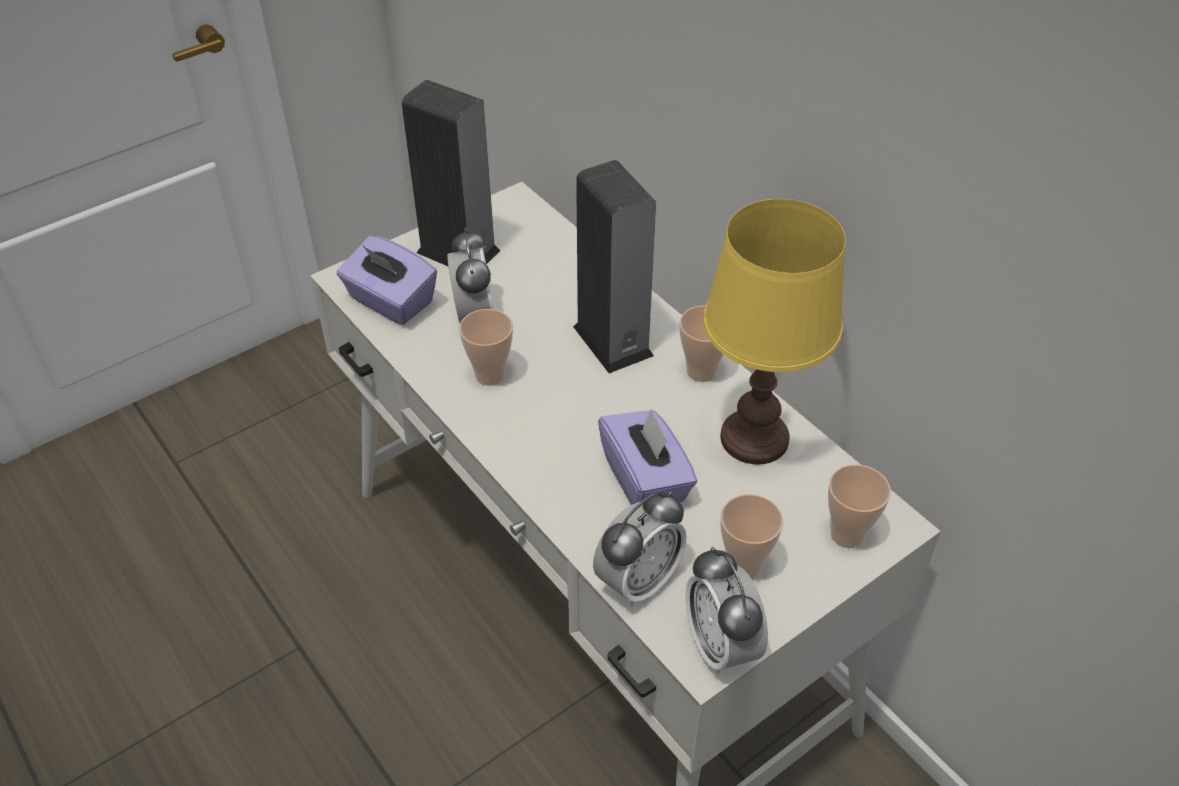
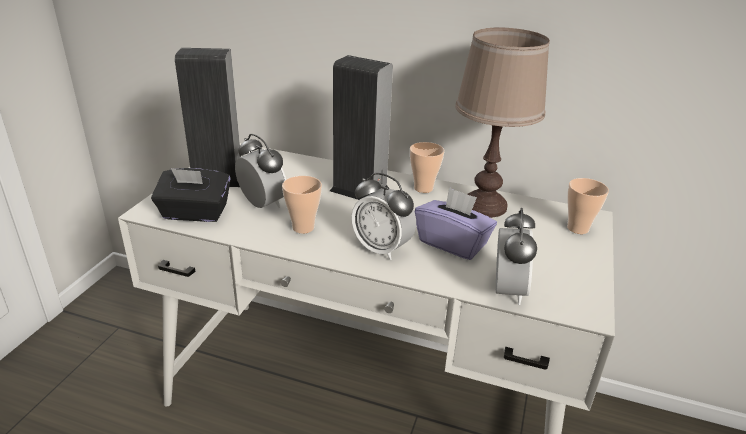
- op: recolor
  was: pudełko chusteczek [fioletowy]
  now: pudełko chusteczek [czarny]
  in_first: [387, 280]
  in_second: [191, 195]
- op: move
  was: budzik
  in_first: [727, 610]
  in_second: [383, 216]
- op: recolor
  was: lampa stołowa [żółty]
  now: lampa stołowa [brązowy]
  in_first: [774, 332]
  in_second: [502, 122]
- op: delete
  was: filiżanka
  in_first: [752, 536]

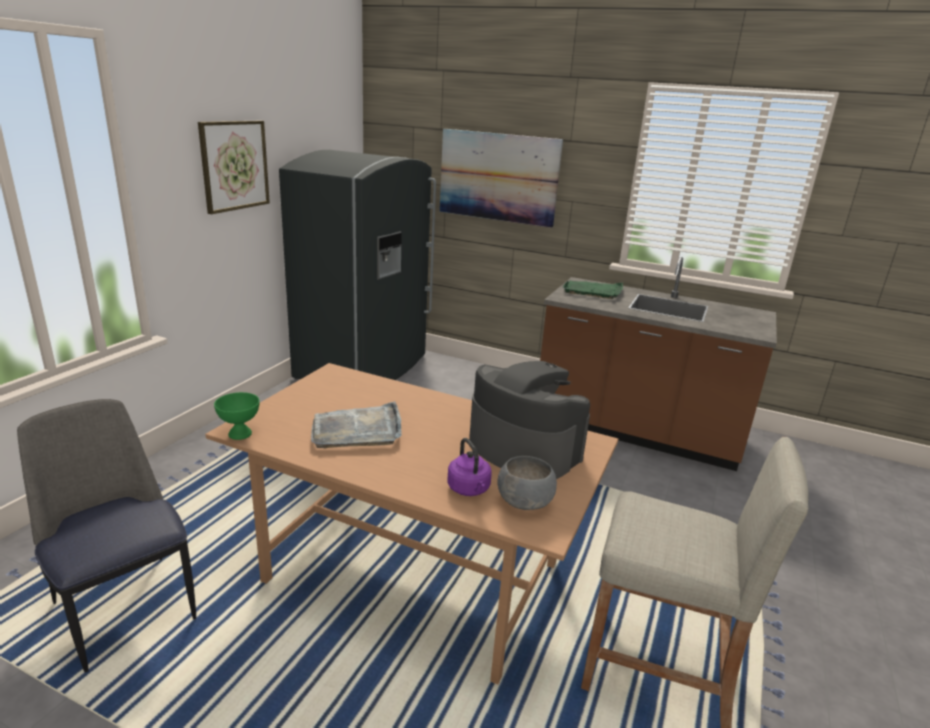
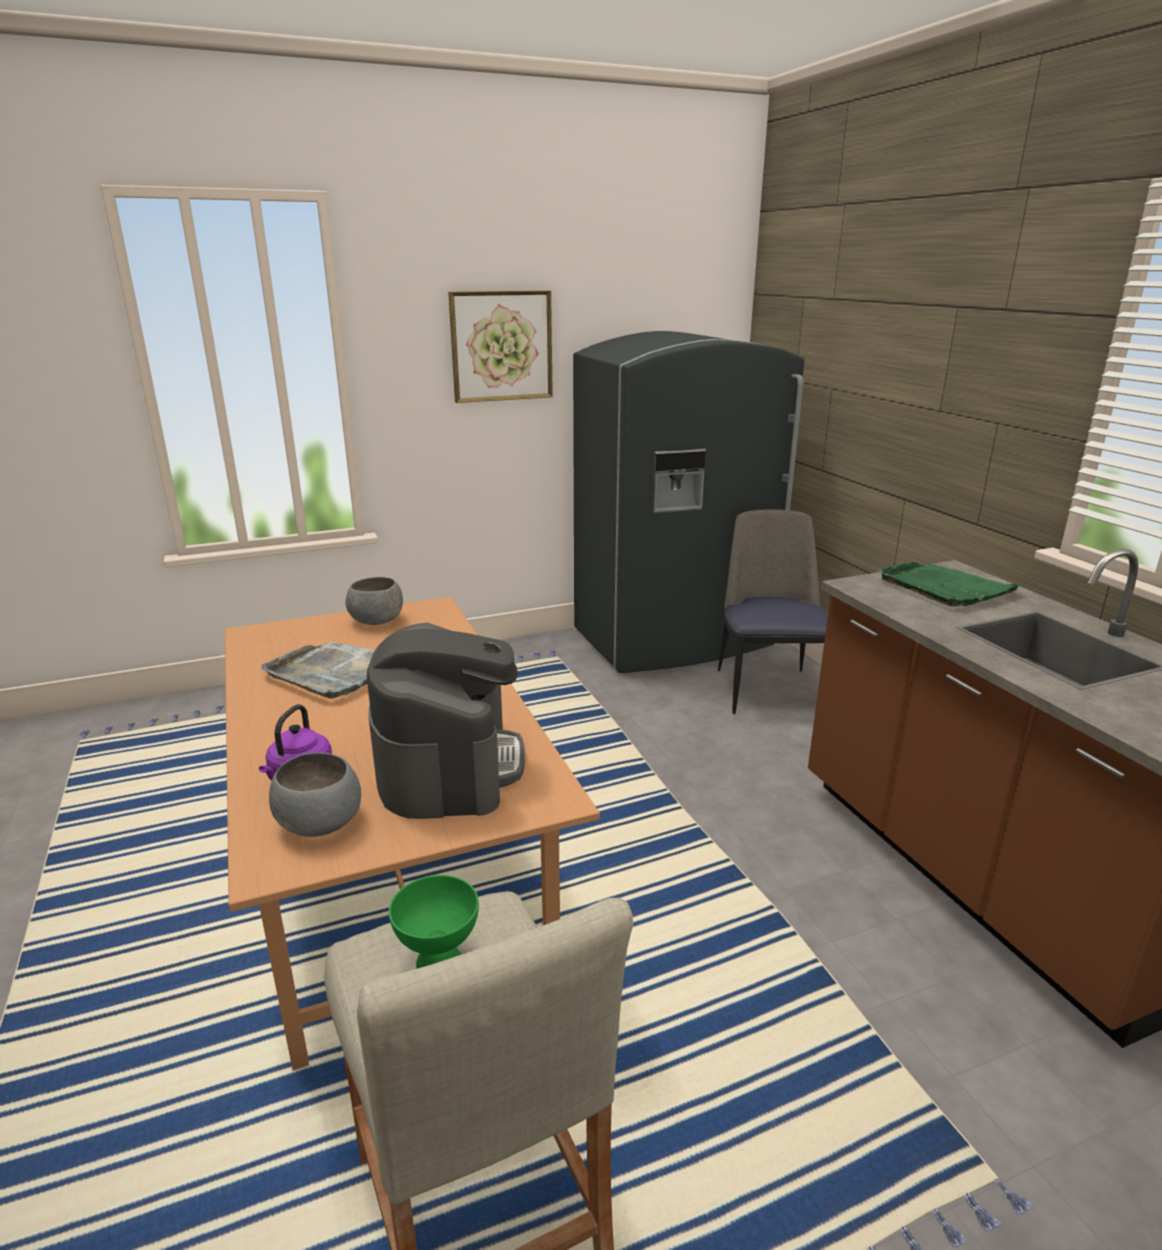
- op: move
  was: krzesło
  in_first: [106, 536]
  in_second: [773, 612]
- op: move
  was: miska [zielony]
  in_first: [237, 416]
  in_second: [434, 922]
- op: delete
  was: obraz
  in_first: [501, 178]
- op: insert
  now: miska [szary]
  in_second: [374, 601]

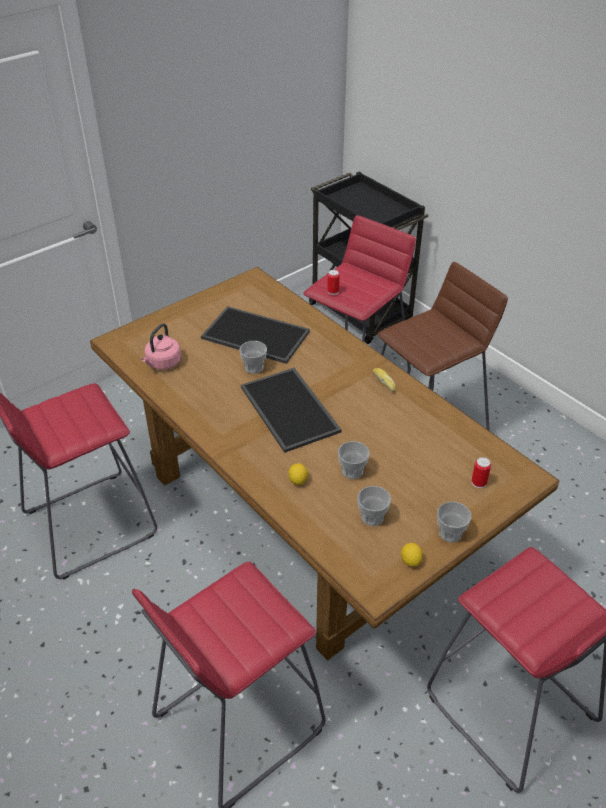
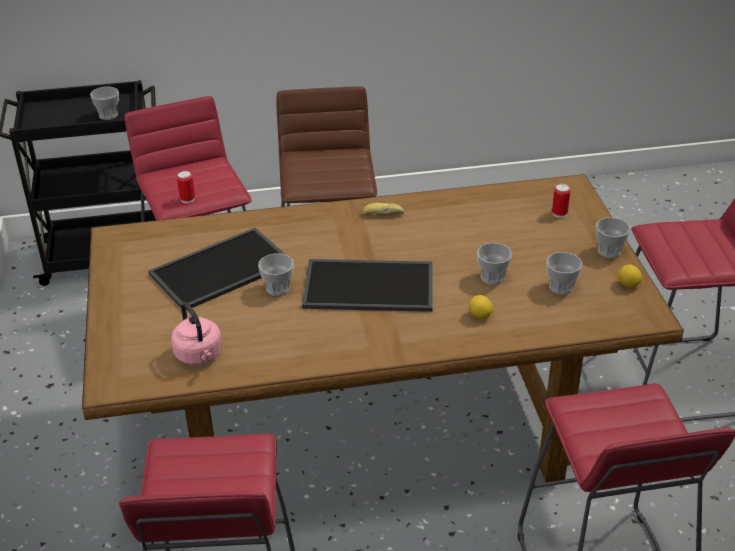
- op: insert
  now: filiżanka
  in_second: [104, 103]

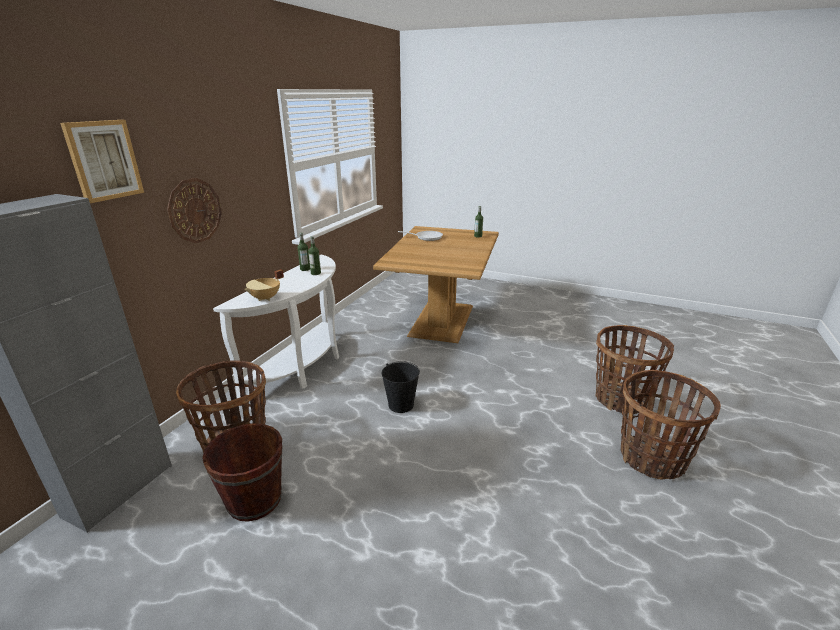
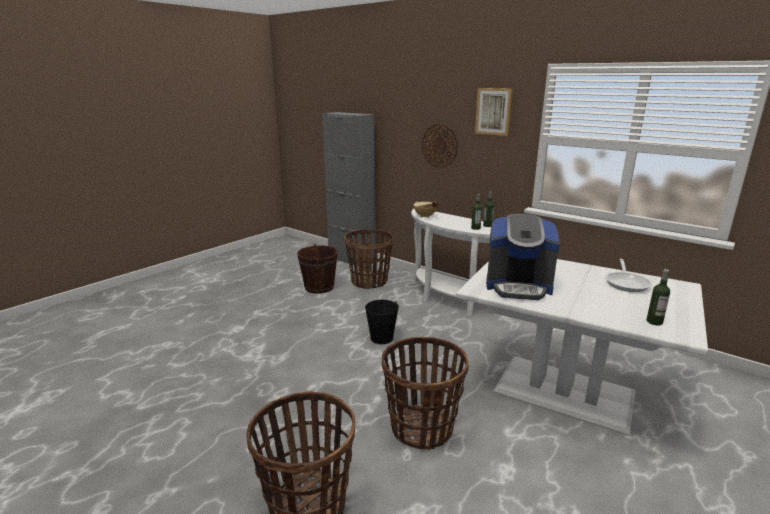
- op: move
  was: obraz
  in_first: [102, 161]
  in_second: [494, 112]
- op: recolor
  was: stół jadalny [brązowy]
  now: stół jadalny [biały]
  in_first: [436, 284]
  in_second: [582, 347]
- op: move
  was: koszyk
  in_first: [671, 425]
  in_second: [425, 393]
- op: insert
  now: ekspres do kawy
  in_second: [523, 257]

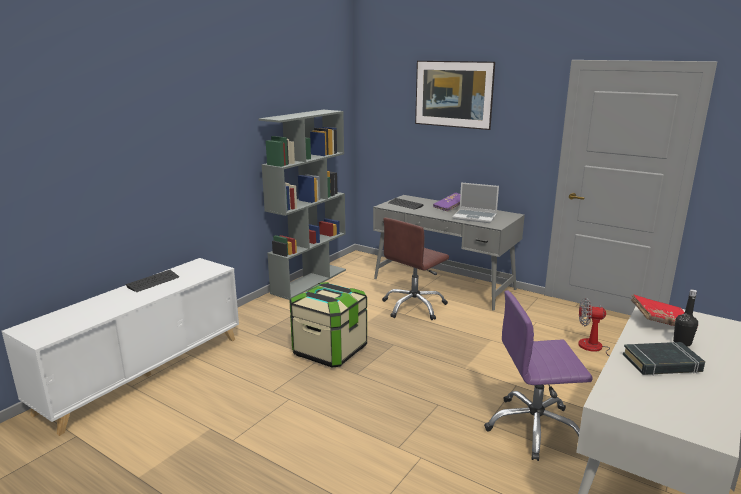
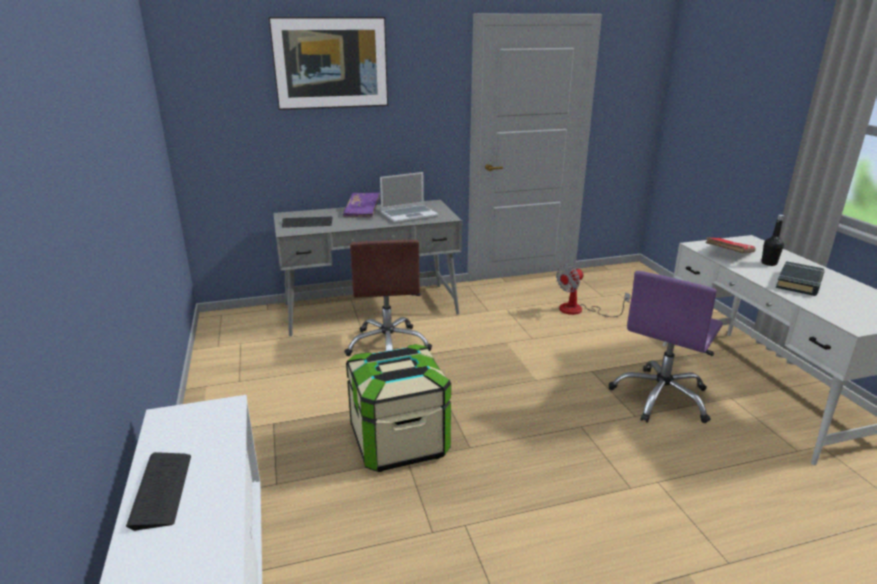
- op: delete
  was: regał [szary]
  in_first: [302, 205]

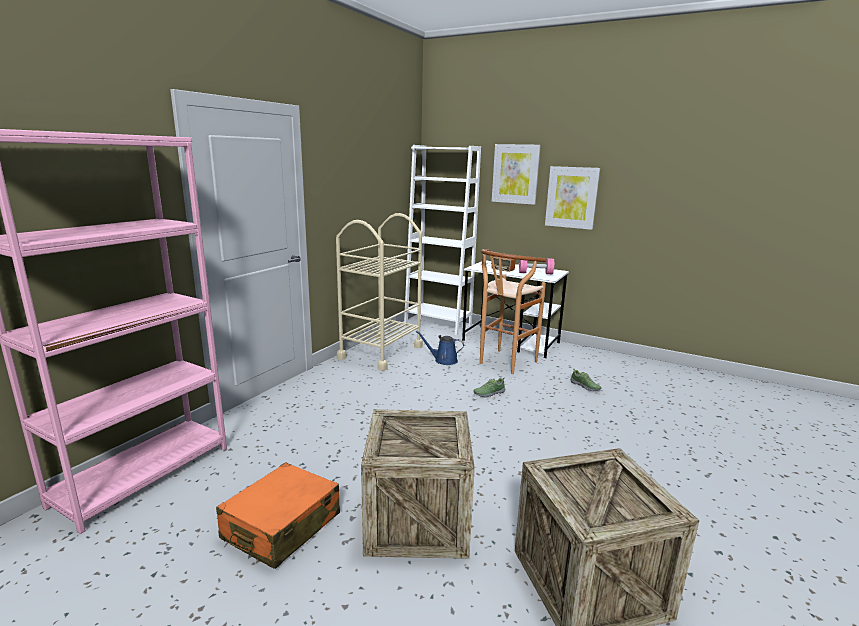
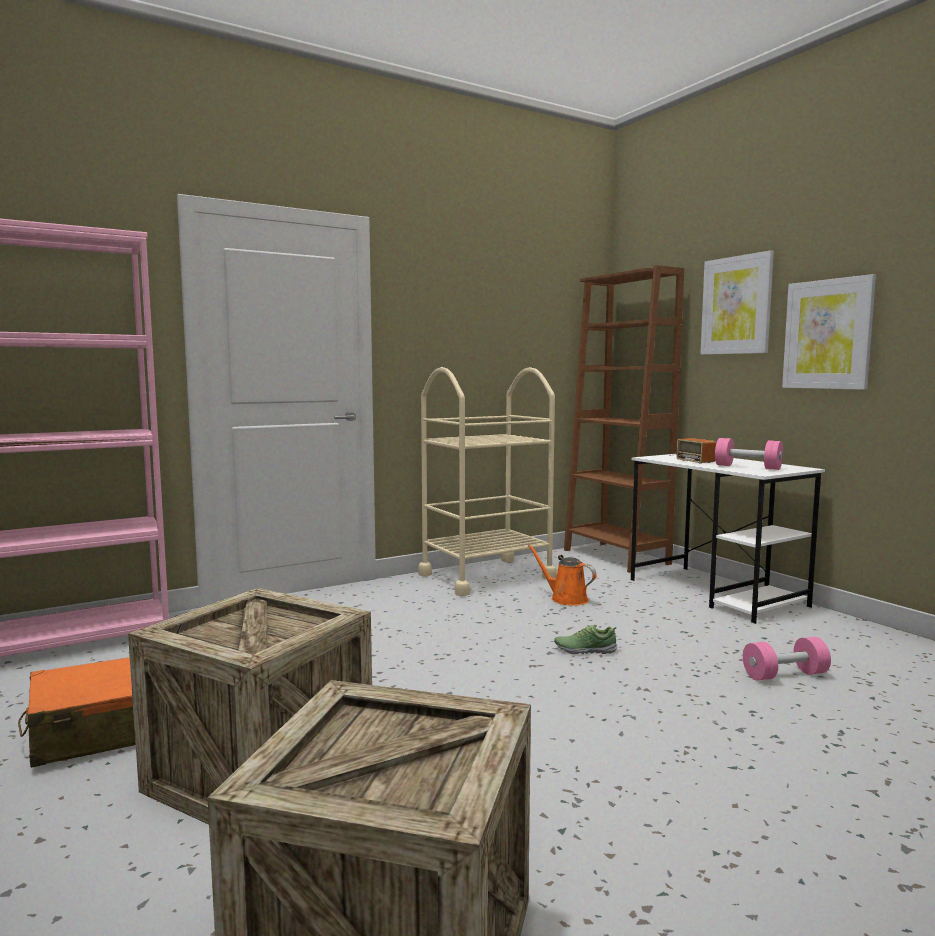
- op: recolor
  was: regał [biały]
  now: regał [brązowy]
  in_first: [442, 240]
  in_second: [624, 419]
- op: recolor
  was: konewka [niebieski]
  now: konewka [pomarańczowy]
  in_first: [440, 348]
  in_second: [562, 575]
- op: delete
  was: stołek [brązowy]
  in_first: [513, 311]
- op: replace
  was: but
  now: hantel [różowy]
  in_first: [585, 380]
  in_second: [787, 658]

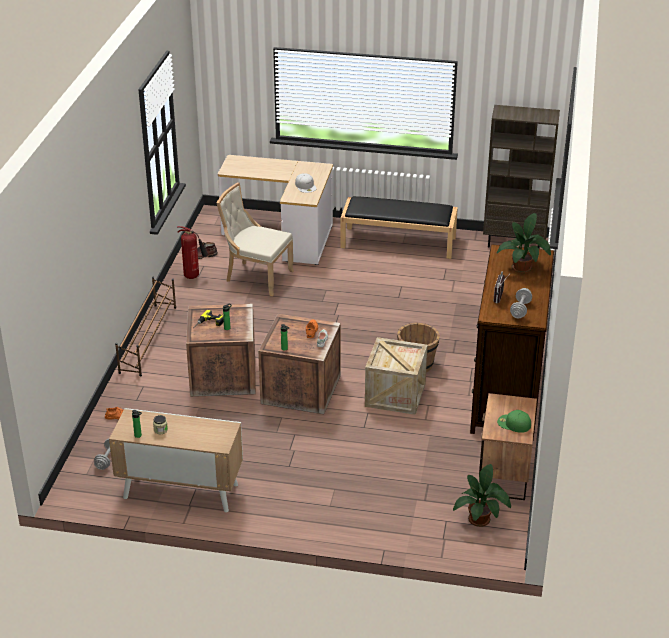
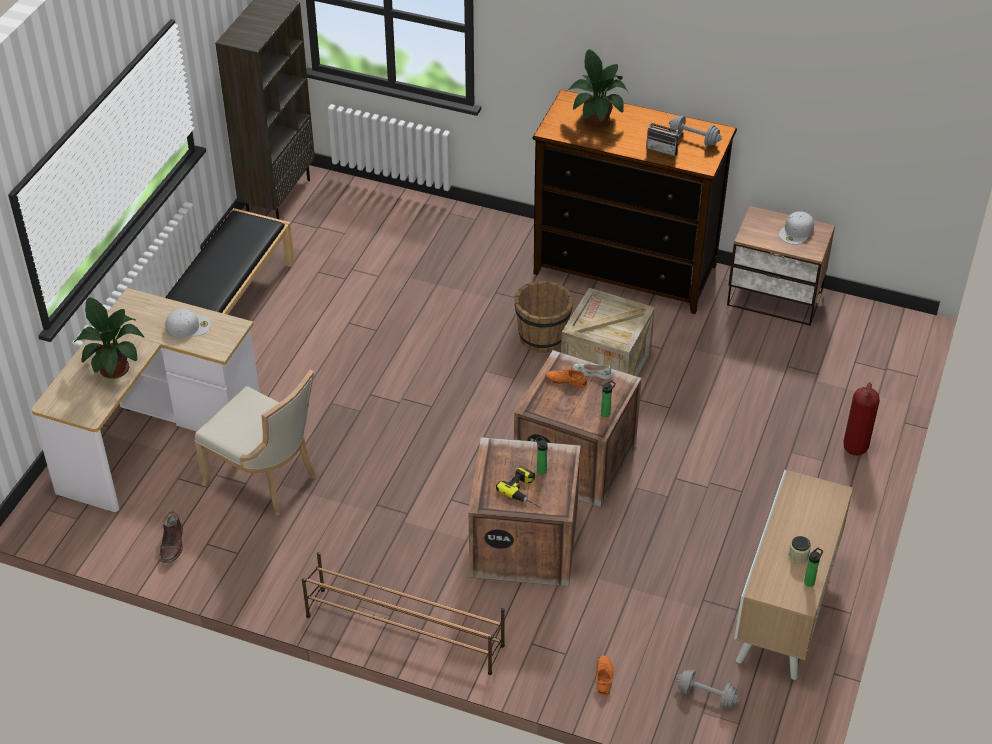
- op: move
  was: gaśnica
  in_first: [193, 252]
  in_second: [861, 418]
- op: rotate
  was: krzesło [beżowy]
  in_first: [255, 239]
  in_second: [255, 442]
  clockwise: -90
- op: move
  was: roślina doniczkowa
  in_first: [482, 495]
  in_second: [109, 338]
- op: recolor
  was: czapka z daszkiem [zielony]
  now: czapka z daszkiem [biały]
  in_first: [514, 421]
  in_second: [796, 227]

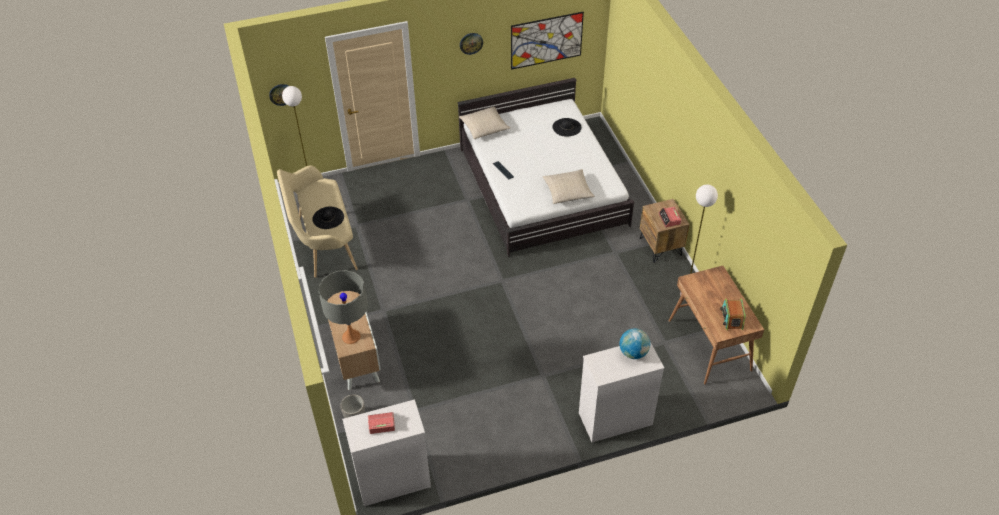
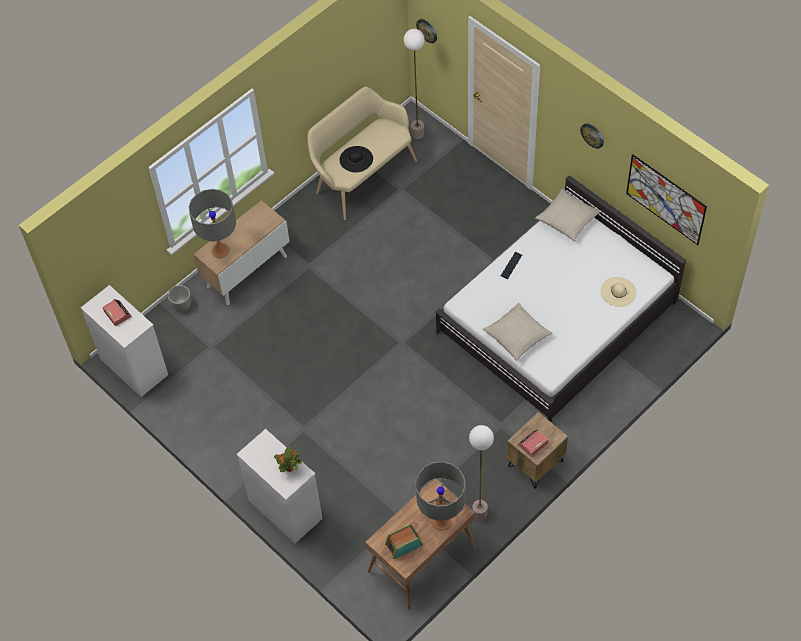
- op: recolor
  was: kapelusz [czarny]
  now: kapelusz [beżowy]
  in_first: [566, 127]
  in_second: [619, 292]
- op: replace
  was: globus
  now: roślina doniczkowa
  in_first: [635, 344]
  in_second: [288, 459]
- op: insert
  now: lampa stołowa [szary]
  in_second: [440, 496]

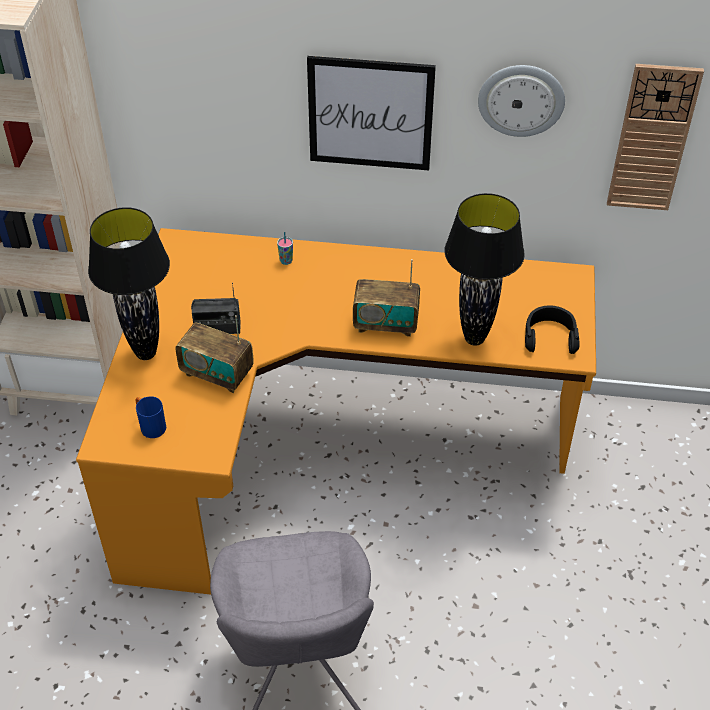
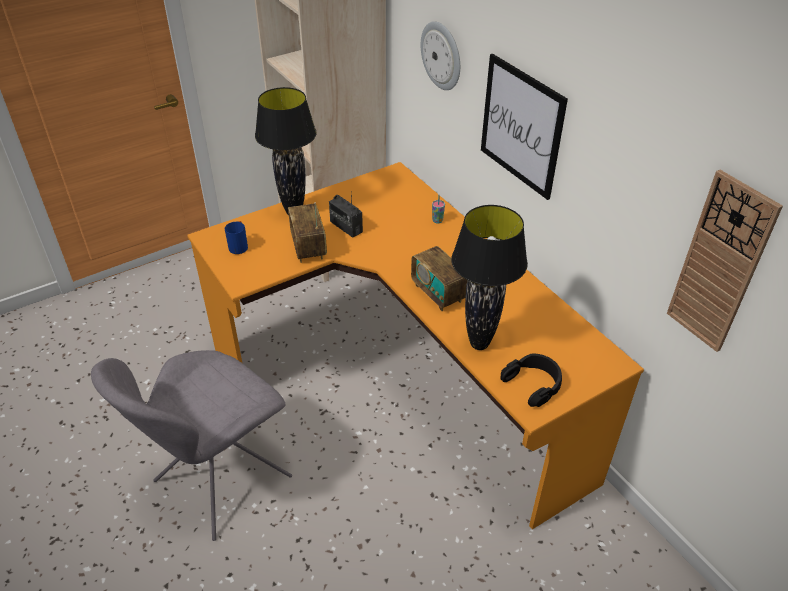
- op: move
  was: zegar ścienny
  in_first: [521, 101]
  in_second: [440, 55]

